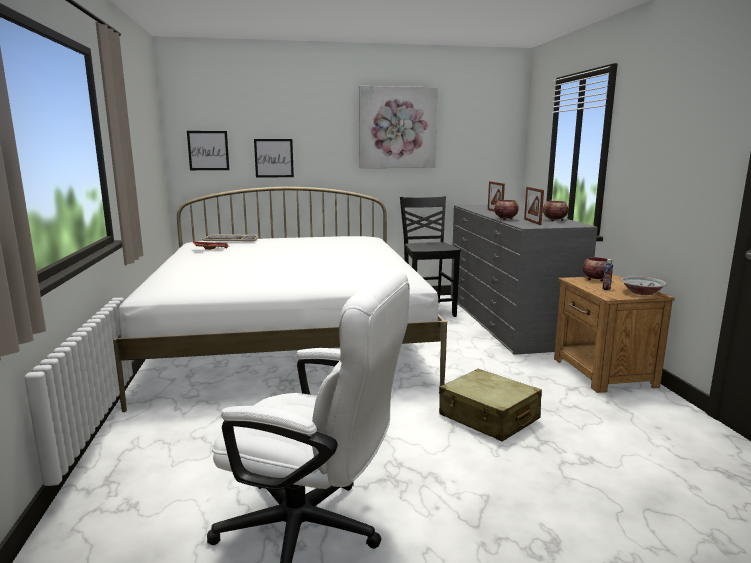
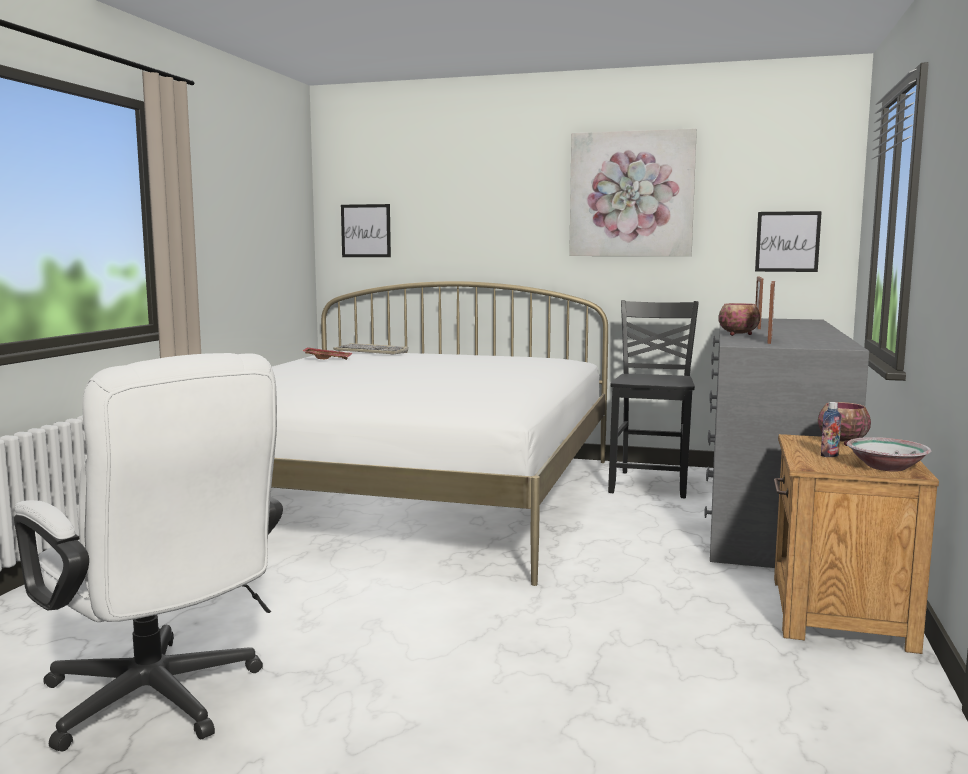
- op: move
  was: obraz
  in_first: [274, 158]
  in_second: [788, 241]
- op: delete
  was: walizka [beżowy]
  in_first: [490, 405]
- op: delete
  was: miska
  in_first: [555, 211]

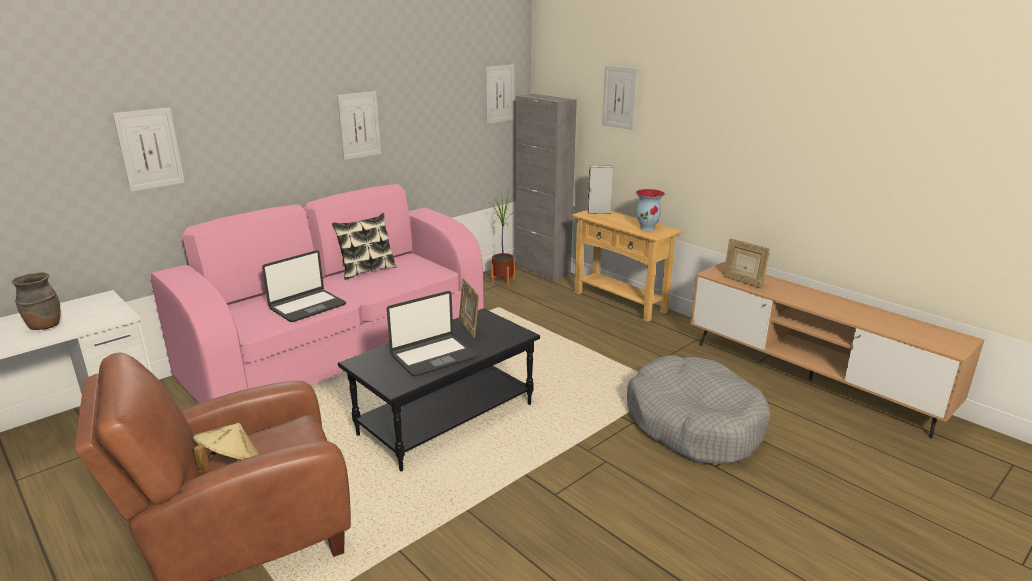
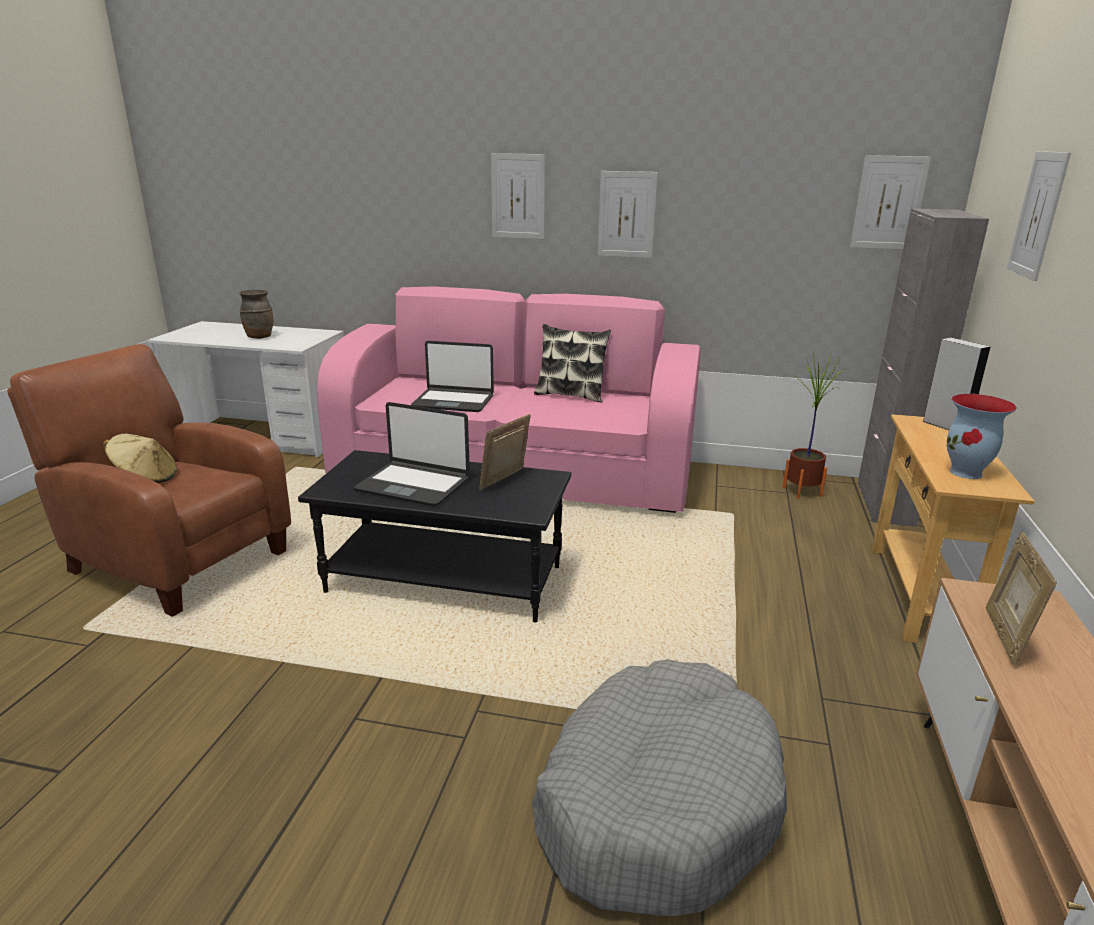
- op: move
  was: obraz
  in_first: [148, 150]
  in_second: [518, 196]

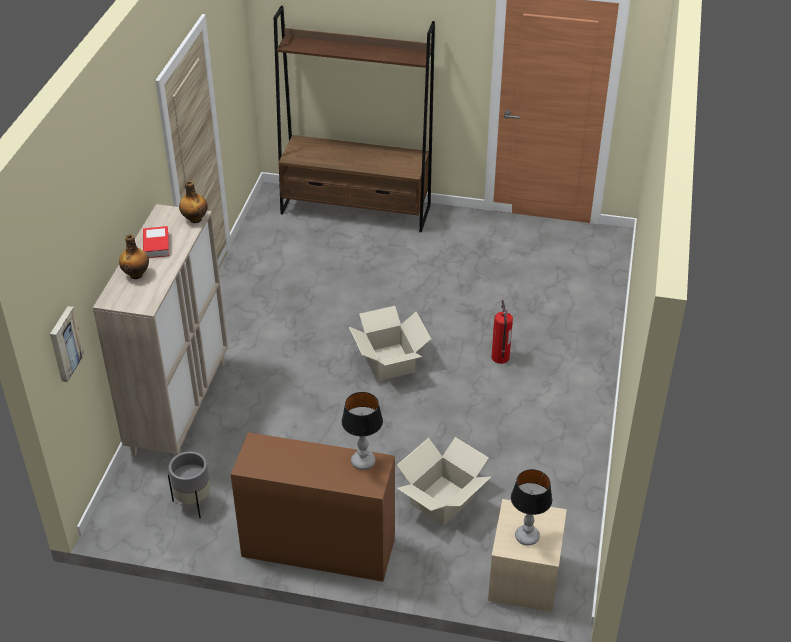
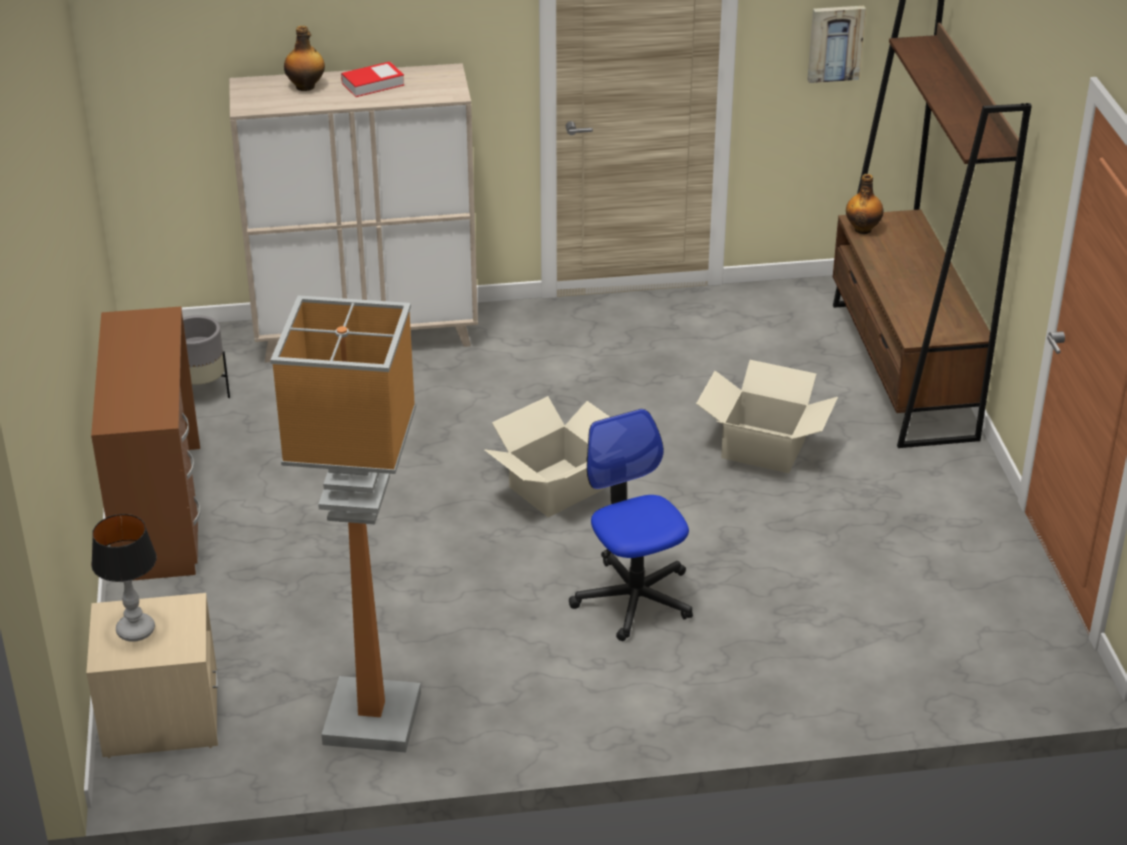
- op: move
  was: obraz
  in_first: [67, 344]
  in_second: [836, 44]
- op: move
  was: butelka
  in_first: [193, 202]
  in_second: [865, 204]
- op: delete
  was: lampa stołowa
  in_first: [362, 431]
- op: move
  was: karton
  in_first: [444, 481]
  in_second: [767, 416]
- op: replace
  was: gaśnica
  now: krzesło biurowe
  in_first: [502, 332]
  in_second: [631, 525]
- op: insert
  now: lampa stojąca
  in_second: [345, 523]

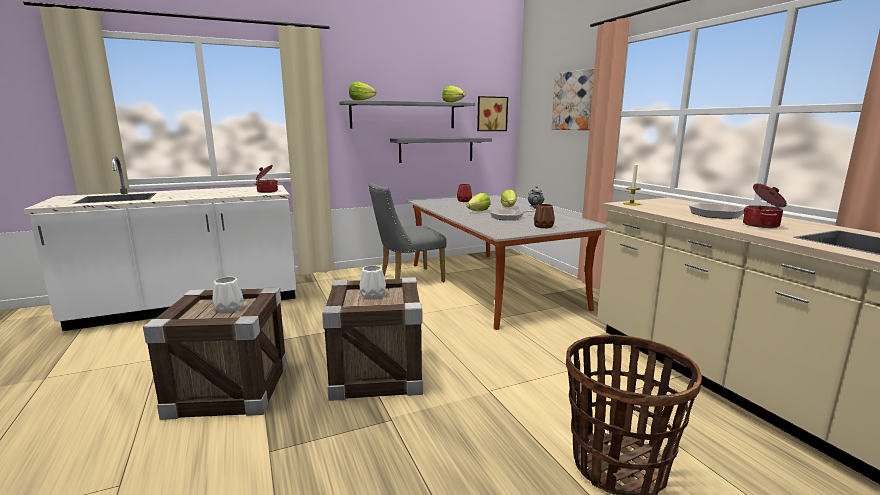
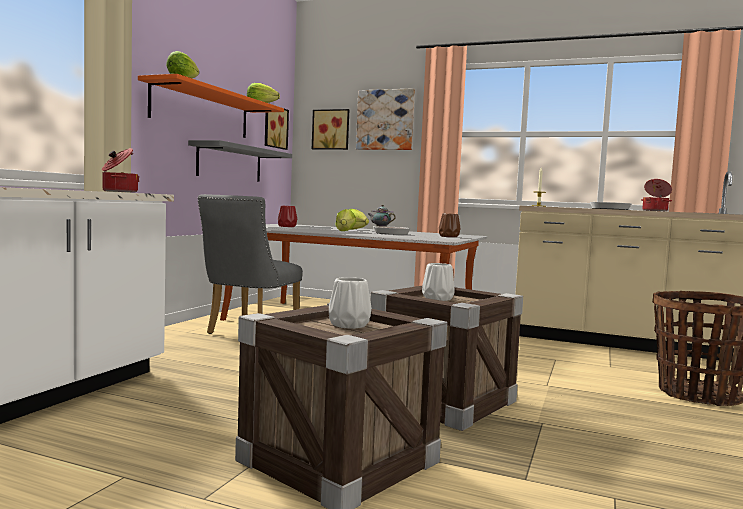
- op: recolor
  was: półka [szary]
  now: półka [pomarańczowy]
  in_first: [407, 114]
  in_second: [211, 106]
- op: insert
  now: obraz
  in_second: [330, 129]

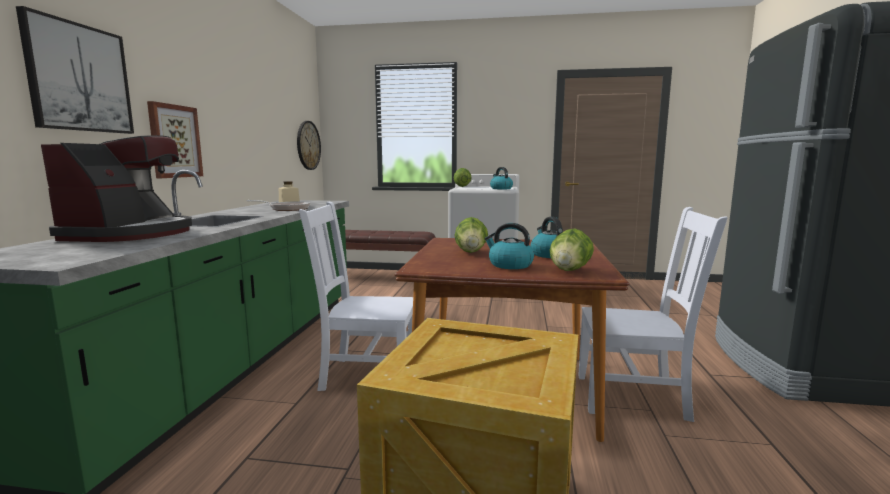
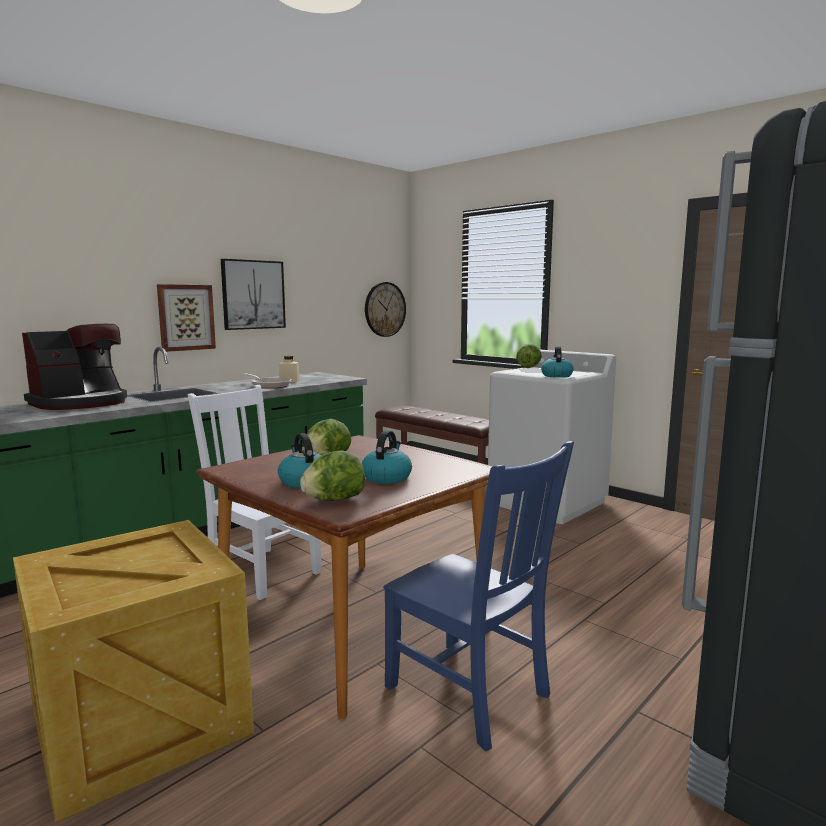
- op: move
  was: obraz
  in_first: [75, 70]
  in_second: [253, 294]
- op: recolor
  was: krzesło [biały]
  now: krzesło [niebieski]
  in_first: [653, 314]
  in_second: [479, 596]

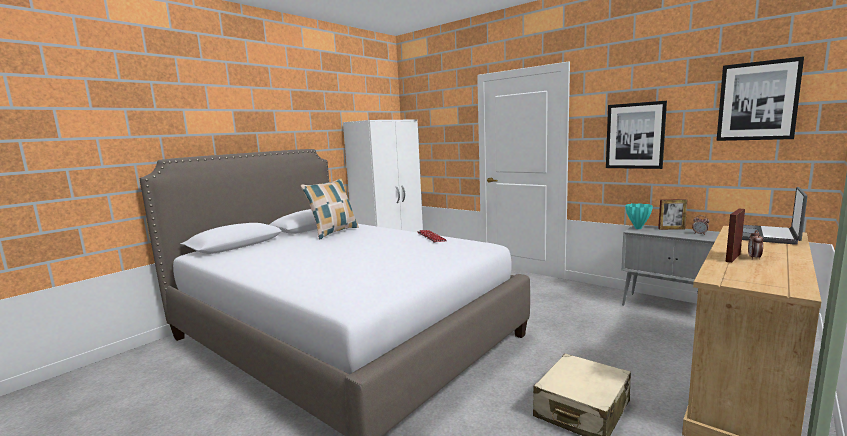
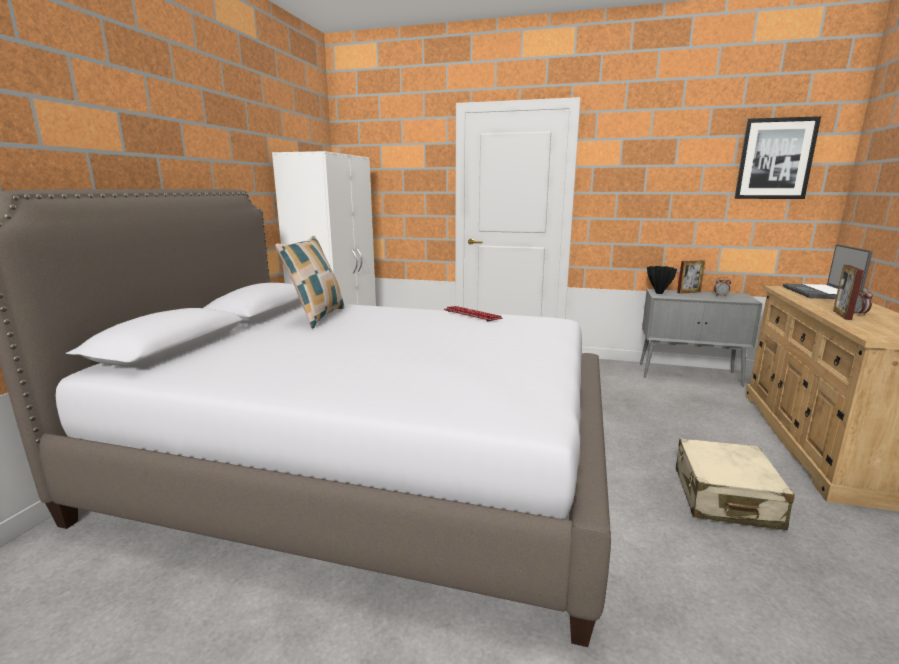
- op: delete
  was: obraz
  in_first: [636, 135]
- op: recolor
  was: wazon [turkusowy]
  now: wazon [czarny]
  in_first: [639, 216]
  in_second: [662, 280]

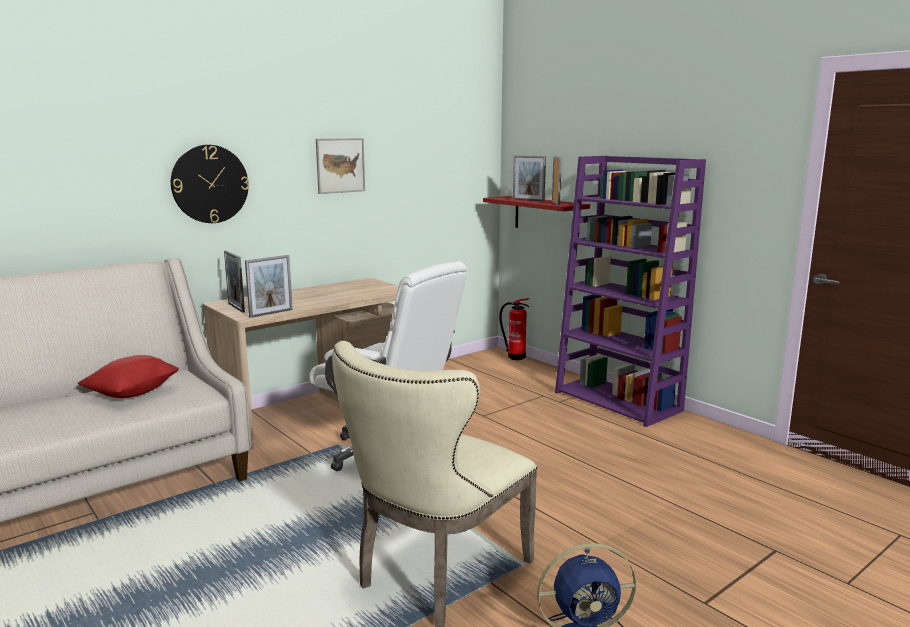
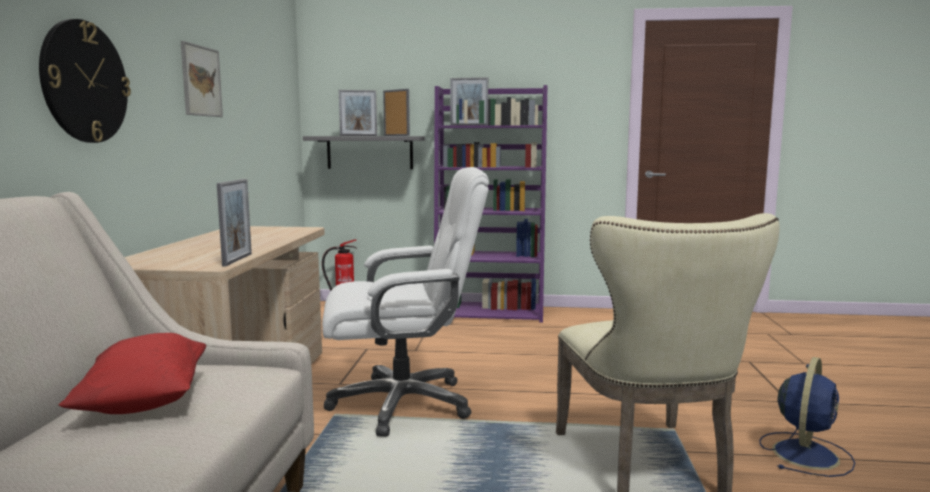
- op: move
  was: ramka na zdjęcie
  in_first: [234, 282]
  in_second: [469, 101]
- op: recolor
  was: półka [czerwony]
  now: półka [szary]
  in_first: [536, 216]
  in_second: [364, 152]

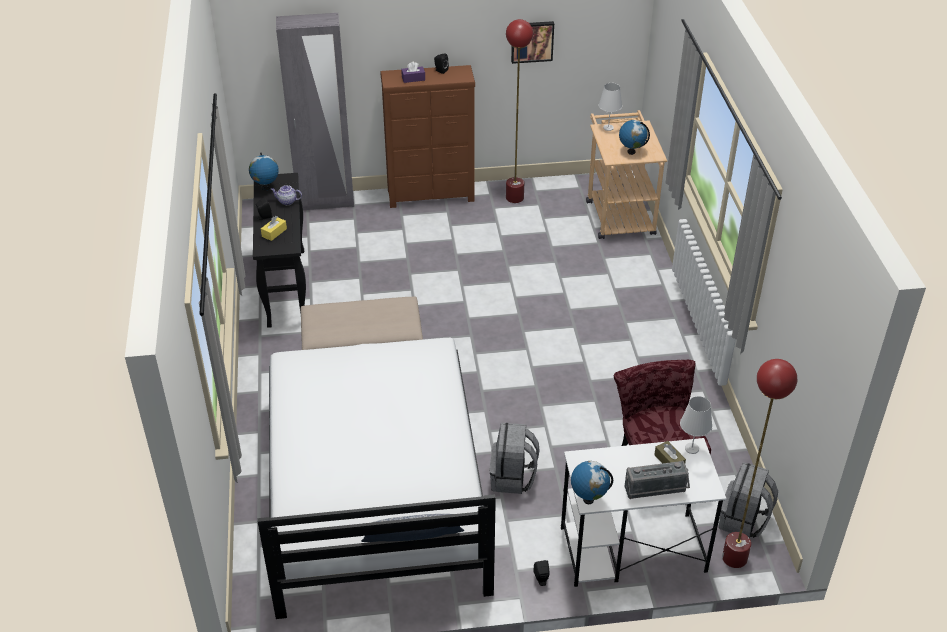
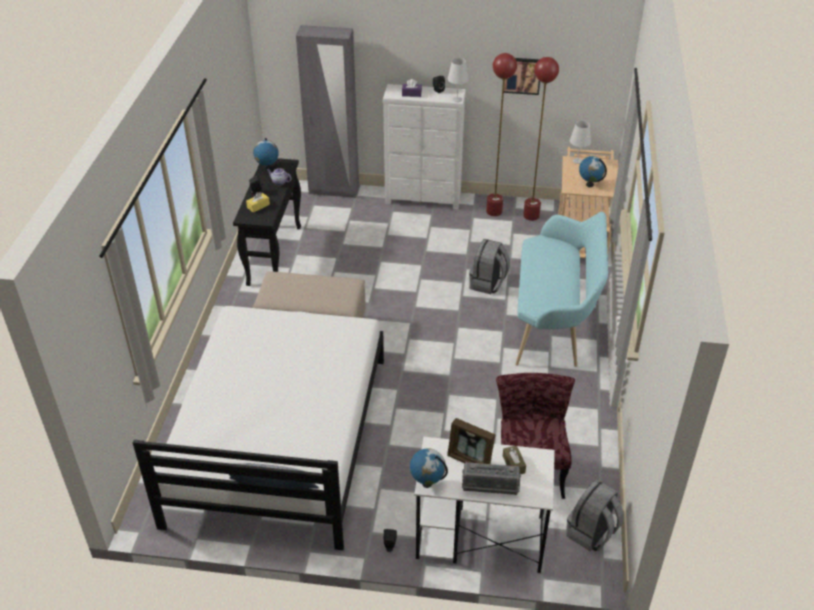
- op: recolor
  was: komoda [brązowy]
  now: komoda [biały]
  in_first: [427, 136]
  in_second: [424, 146]
- op: move
  was: plecak [szary]
  in_first: [514, 458]
  in_second: [489, 266]
- op: move
  was: lampa stołowa [biały]
  in_first: [696, 425]
  in_second: [458, 80]
- op: move
  was: lampa stojąca [czerwony]
  in_first: [759, 463]
  in_second: [541, 139]
- op: insert
  now: ramka na zdjęcie
  in_second: [471, 441]
- op: insert
  now: ławka [turkusowy]
  in_second: [561, 289]

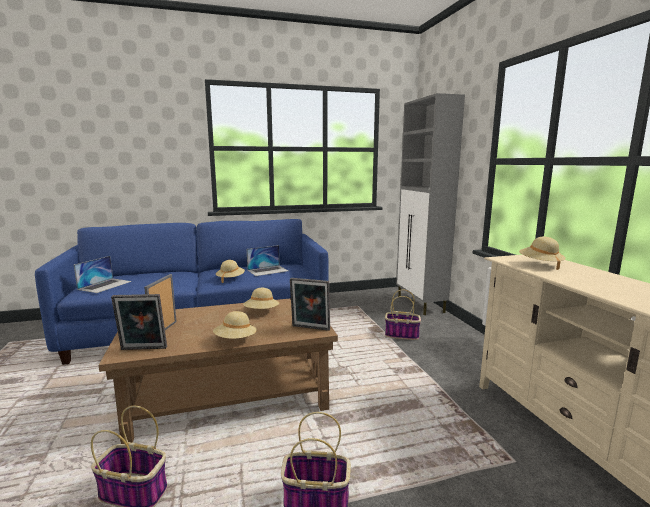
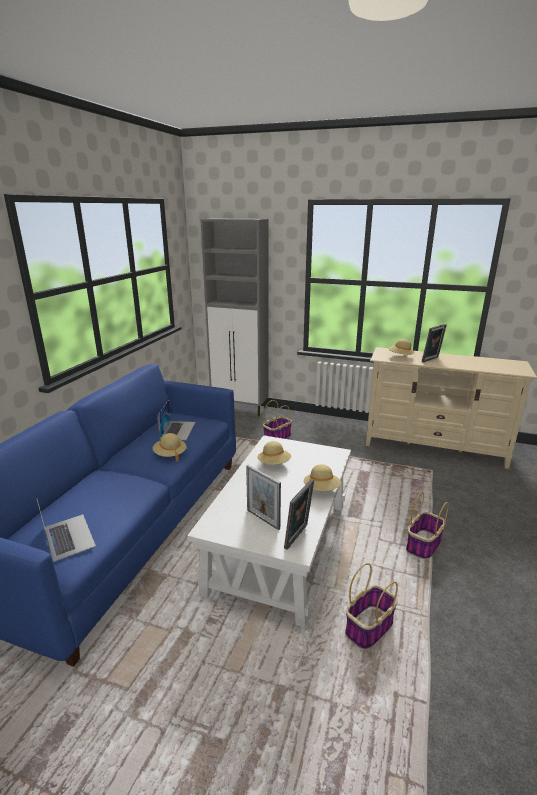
- op: recolor
  was: ława [brązowy]
  now: ława [biały]
  in_first: [218, 371]
  in_second: [269, 531]
- op: move
  was: ramka na zdjęcie
  in_first: [310, 304]
  in_second: [434, 343]

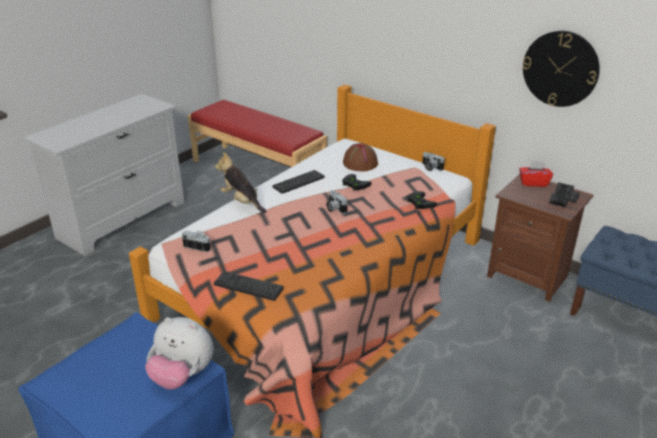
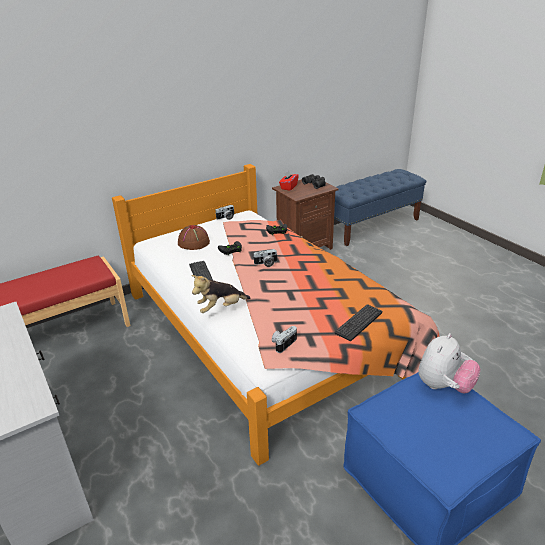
- op: delete
  was: zegar ścienny
  in_first: [561, 68]

